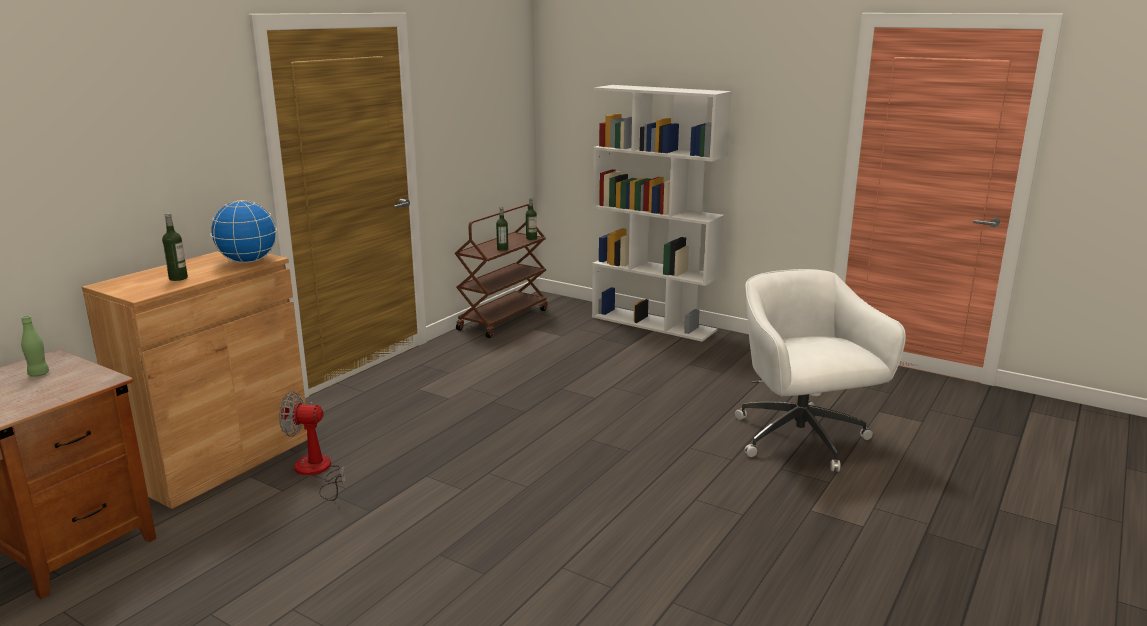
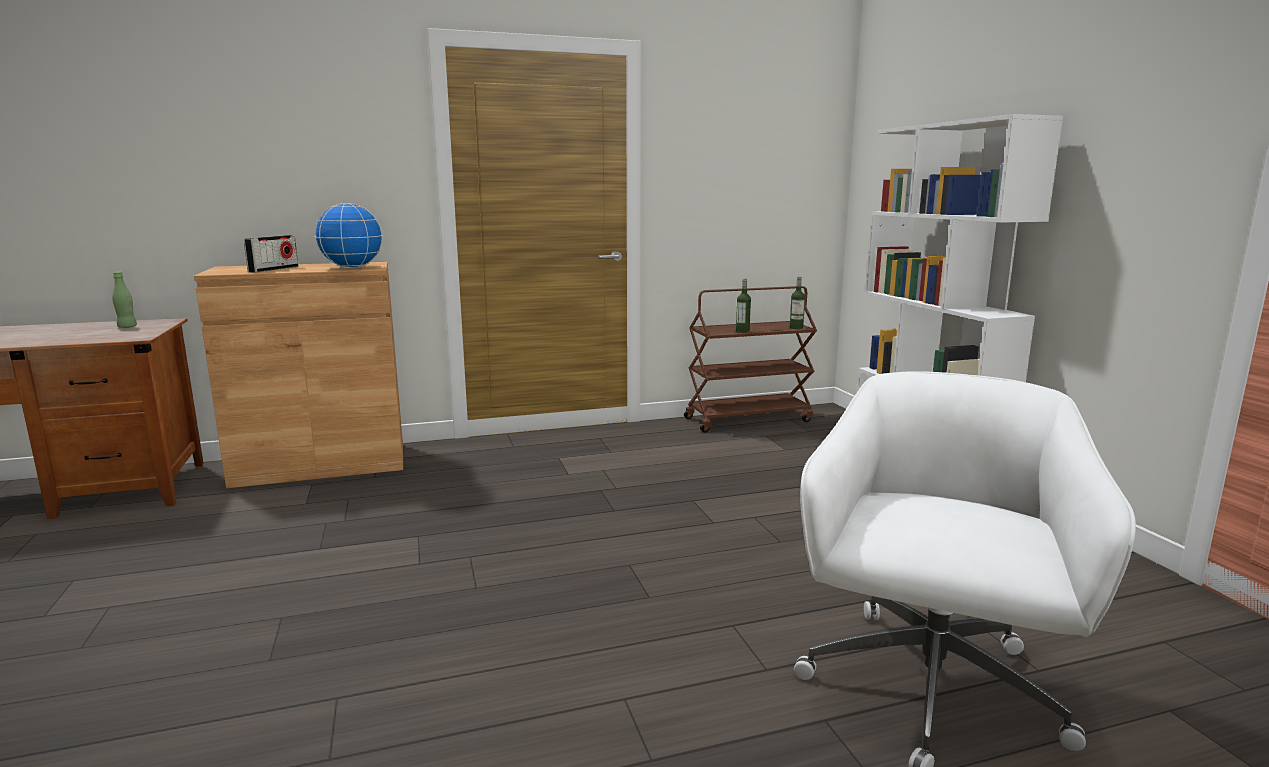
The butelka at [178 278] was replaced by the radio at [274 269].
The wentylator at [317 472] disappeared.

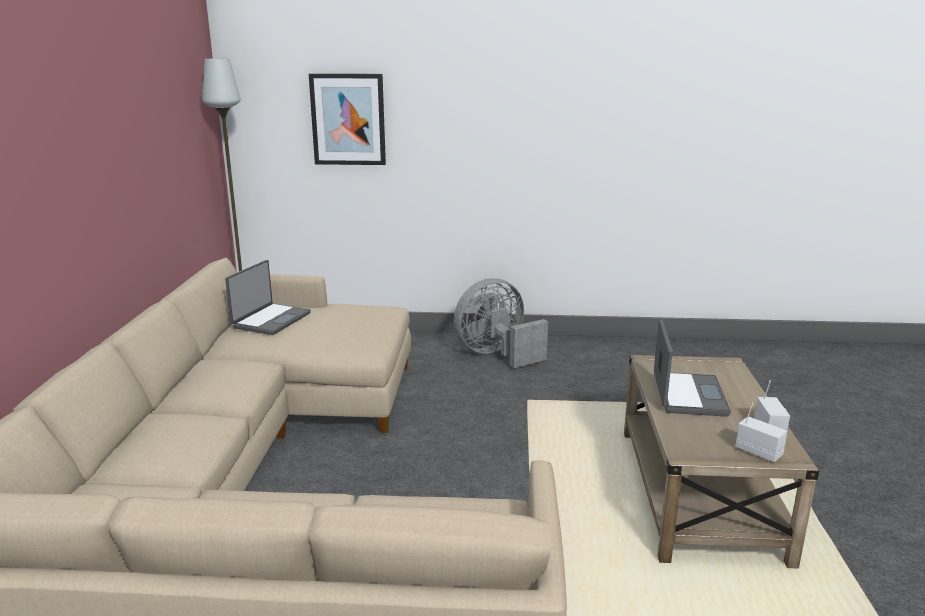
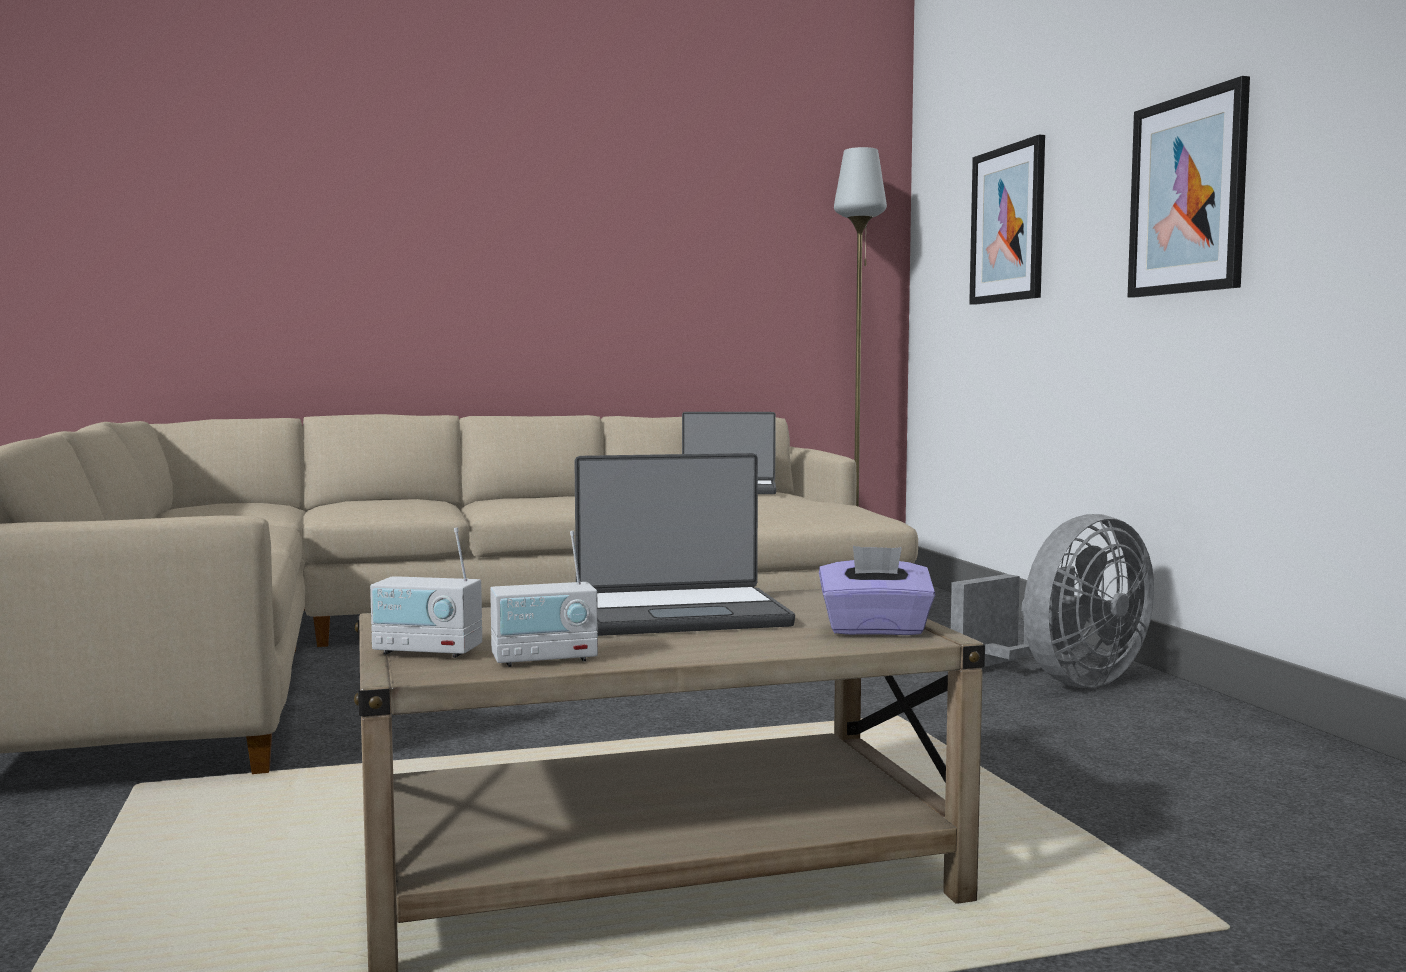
The wentylator (szary) at [497 354] turned 105 degrees clockwise.
The radio at [758 452] turned 75 degrees clockwise.
The pudełko chusteczek (fioletowy) at [875 630] appeared.
The obraz at [1188 194] appeared.

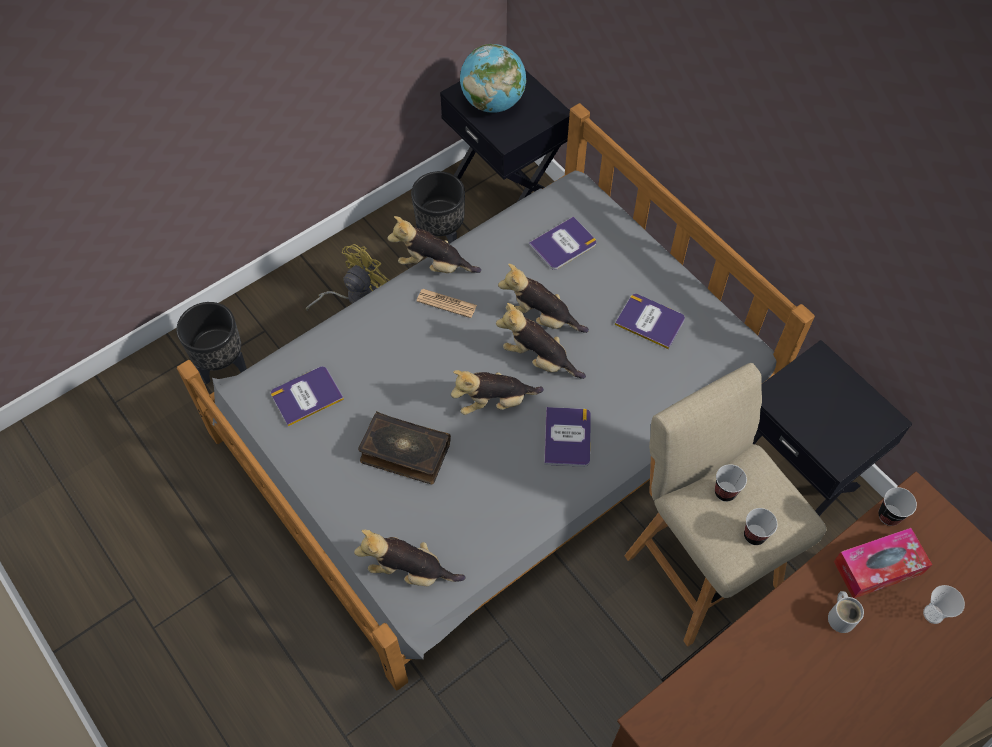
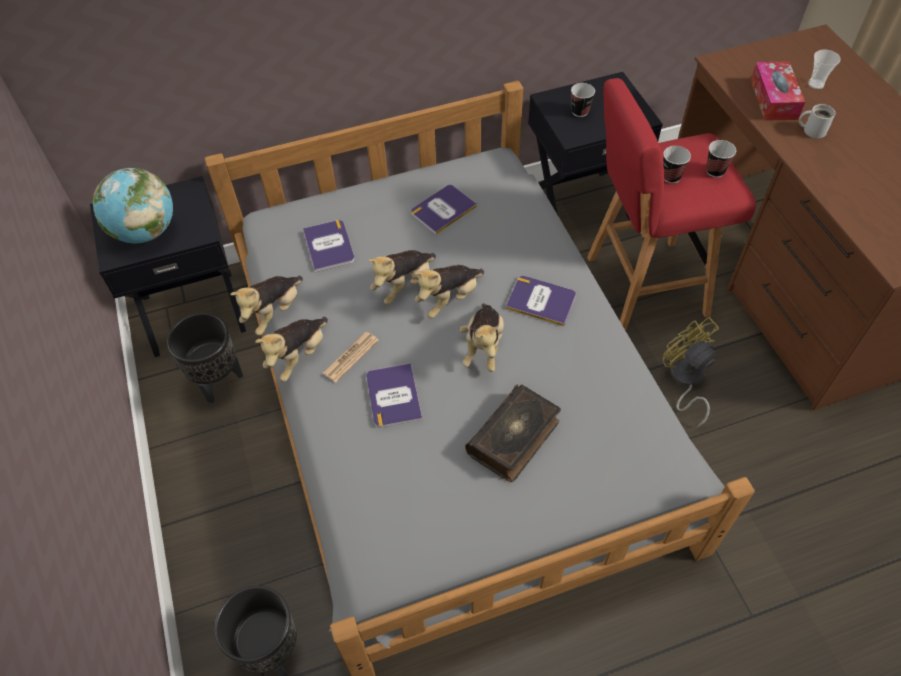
The książka moved from [306 396] to [393 396].
The wentylator (żółty) moved from [356 296] to [685 380].
The pluszak moved from [410 570] to [274 312].
The stołek (beżowy) at [699 566] became the stołek (czerwony) at [642 286].
The filiżanka moved from [889 516] to [580 111].

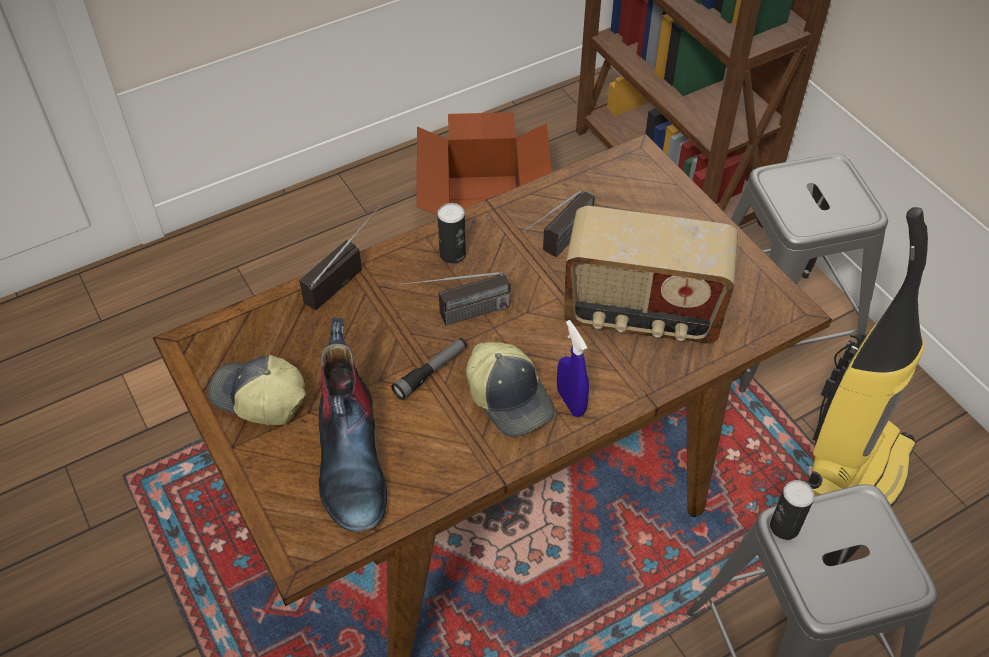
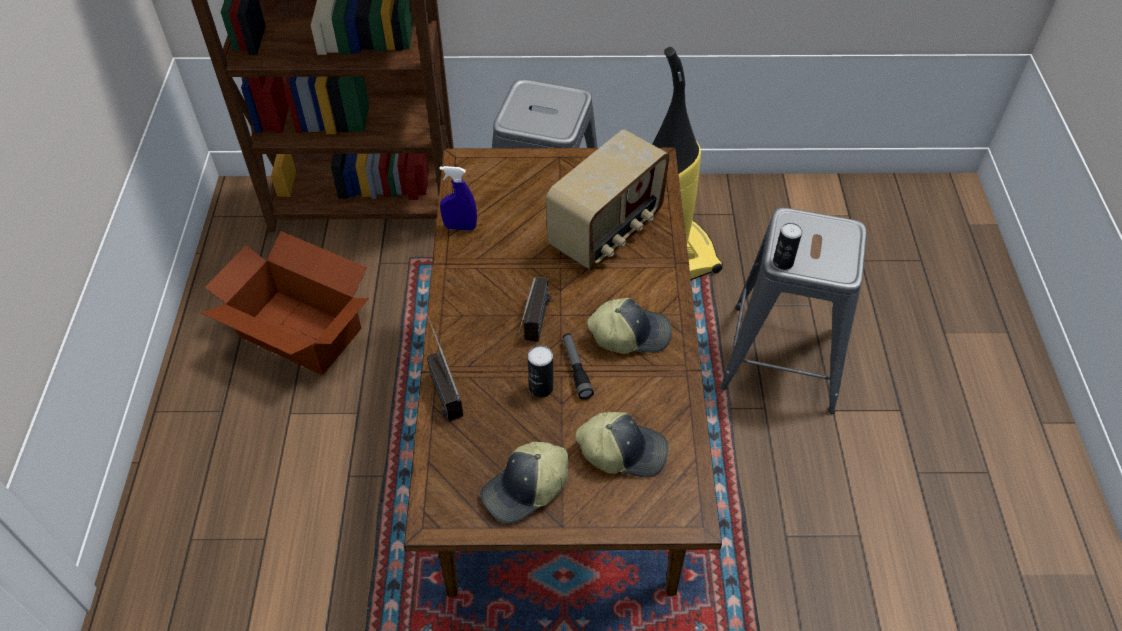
The but z cholewką at [351 458] was replaced by the czapka z daszkiem at [623 451].
The puszka moved from [452 254] to [541 388].
The radio at [559 246] disappeared.
The spryskiwacz (niebieski) moved from [570 402] to [460 227].

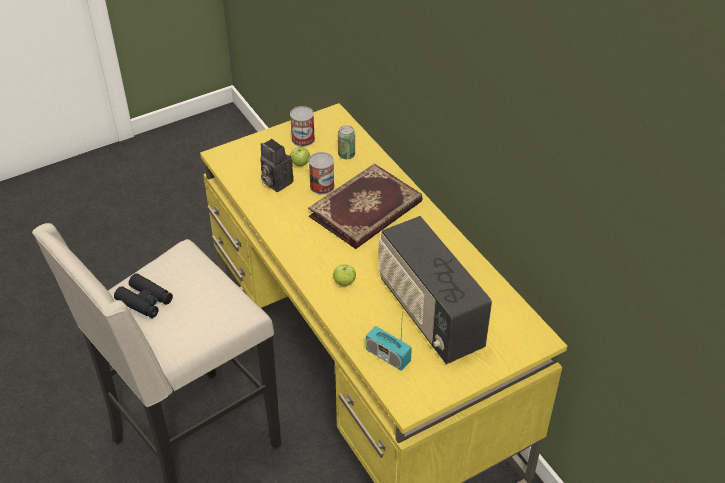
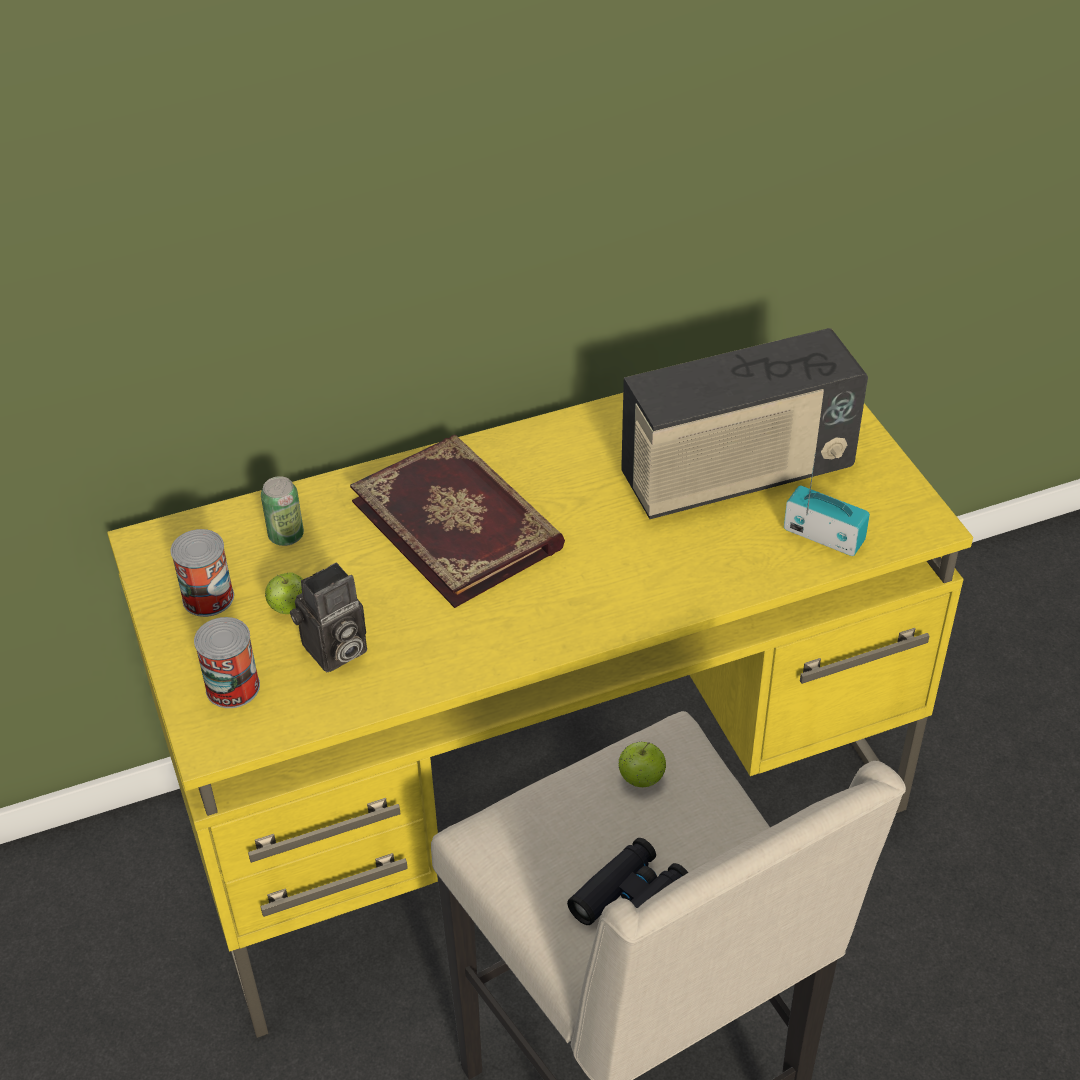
The puszka moved from [322 186] to [233 687].
The jabłko moved from [344 282] to [641 778].
The radio at [388 356] turned 105 degrees counterclockwise.

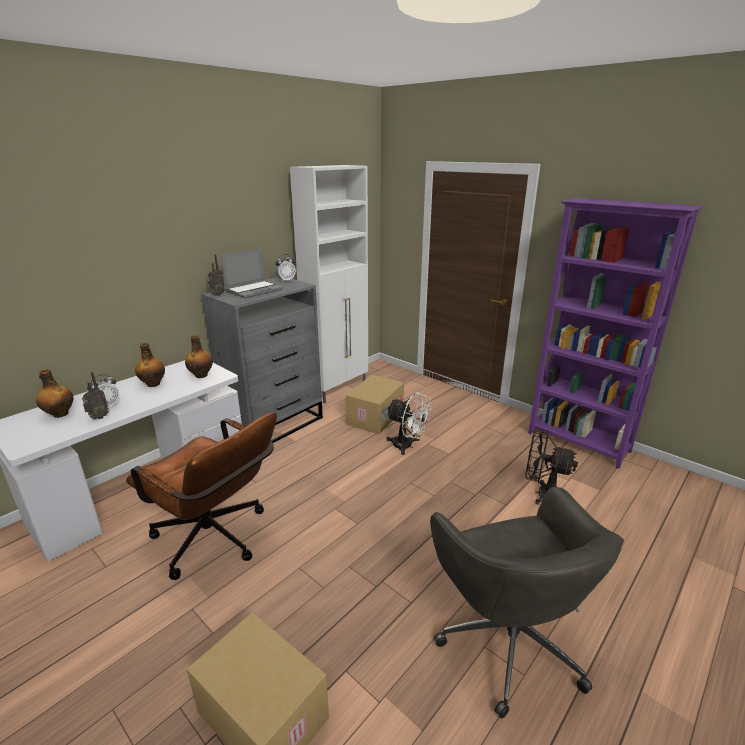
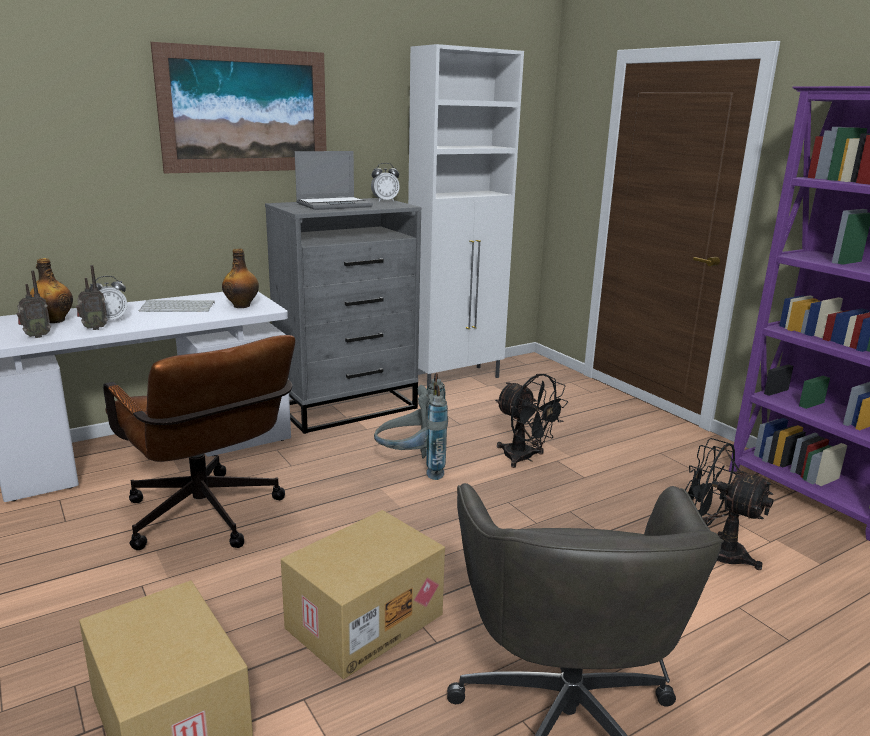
The butelka at [153 384] was replaced by the klawiatura at [178 307].
The radio moved from [216 295] to [36 336].
The karton moved from [374 417] to [364 619].
The wentylator (biały) at [407 446] became the wentylator (czarny) at [524 458].
The obraz at [245 111] appeared.
The plecak (szary) at [412 467] appeared.

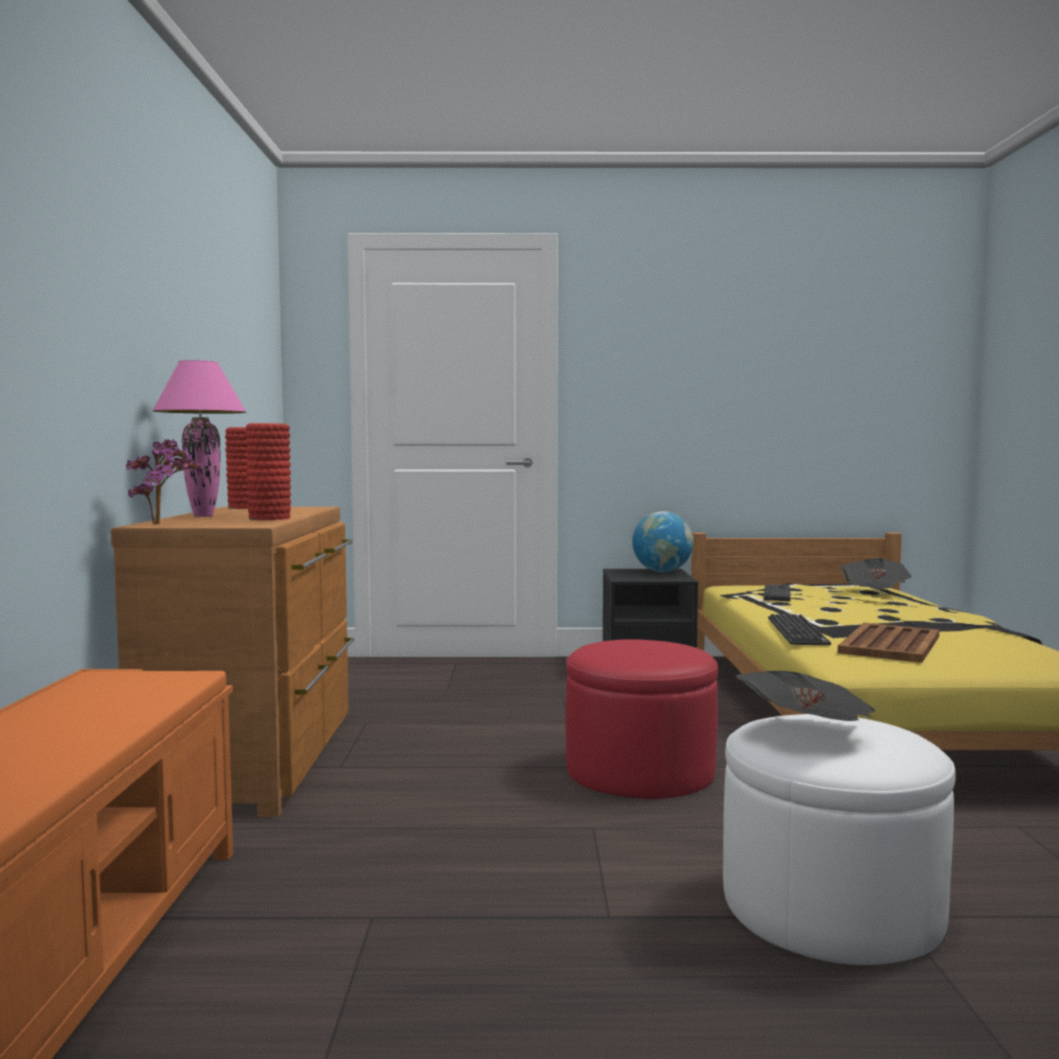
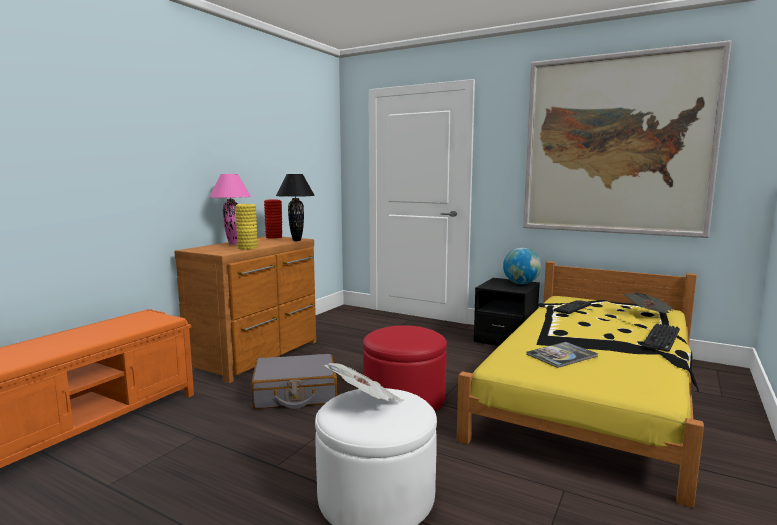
The roślina doniczkowa at [163 524] disappeared.
The wazon (czerwony) at [270 518] became the wazon (żółty) at [247 248].
The klawiatura moved from [797 631] to [661 338].
The taca (brązowy) at [891 644] was replaced by the książka at [561 355].
The walizka (szary) at [295 394] appeared.
The lampa stołowa (czarny) at [296 240] appeared.
The obraz at [616 145] appeared.

